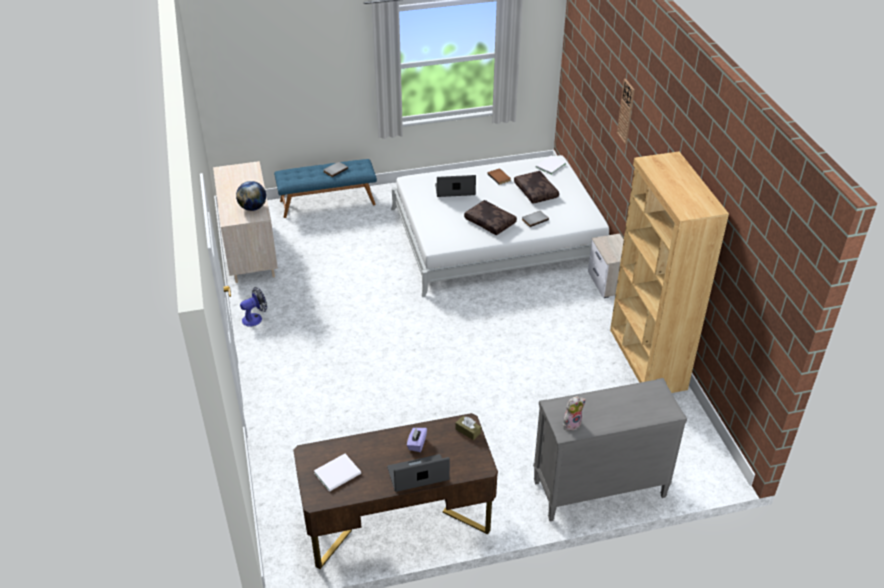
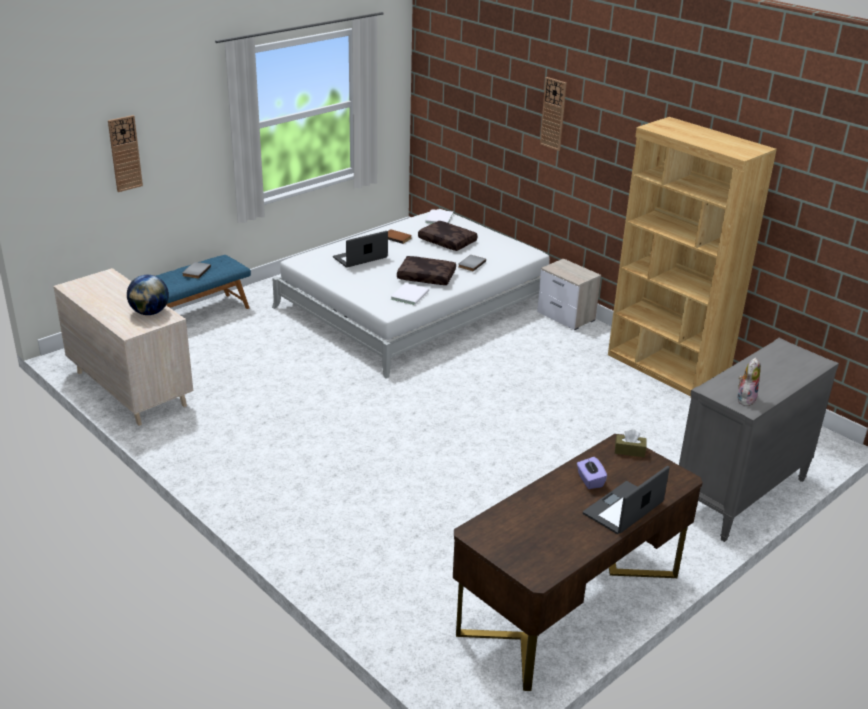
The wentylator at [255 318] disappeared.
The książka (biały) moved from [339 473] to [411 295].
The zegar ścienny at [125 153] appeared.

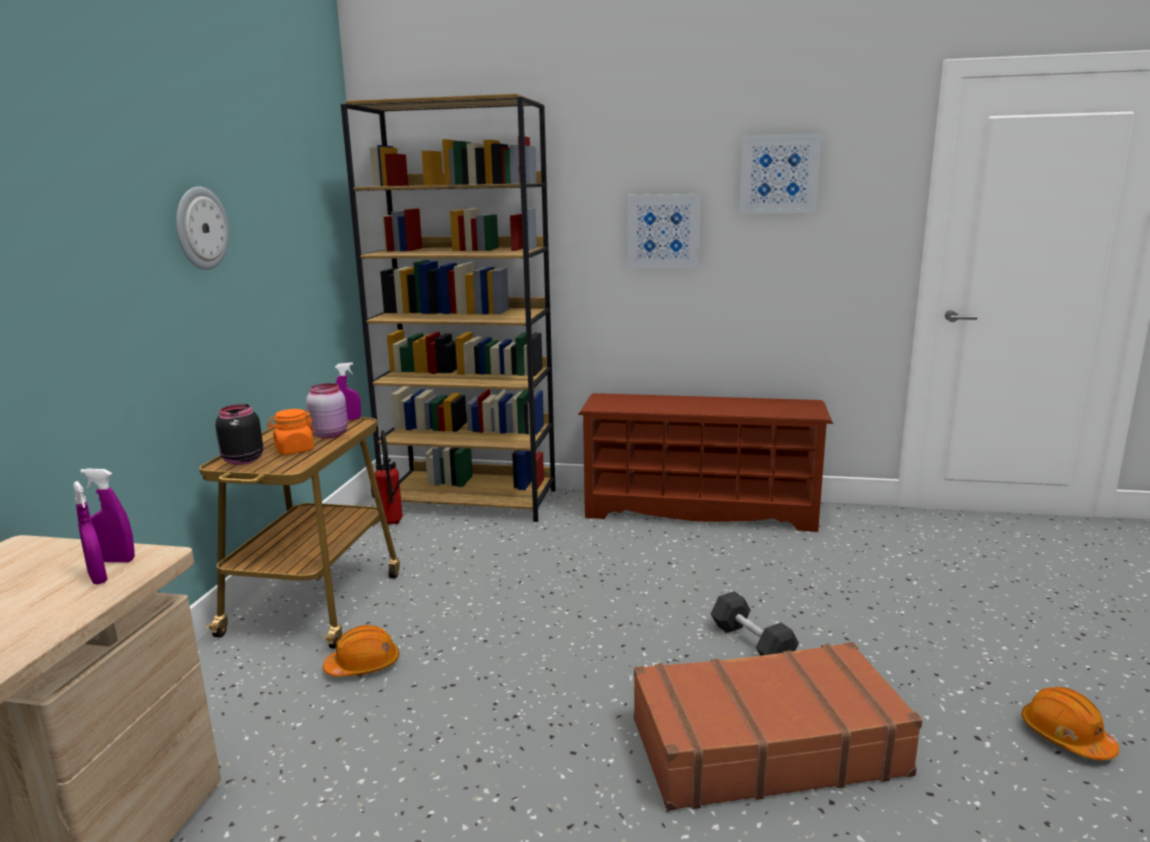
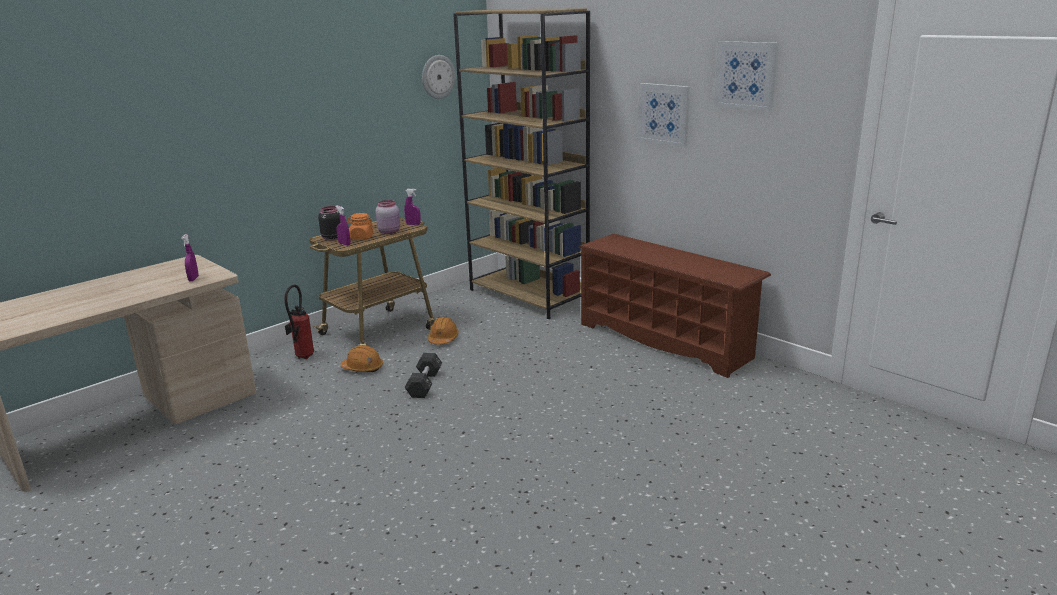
The spryskiwacz (fioletowy) moved from [115 560] to [344 244].
The zegar ścienny moved from [200 228] to [438 76].
The gaśnica moved from [390 524] to [302 357].
The walizka (brązowy) at [765 745] disappeared.
The hantel (czarny) moved from [752 643] to [424 384].
The kask (pomarańczowy) moved from [1065 737] to [443 339].

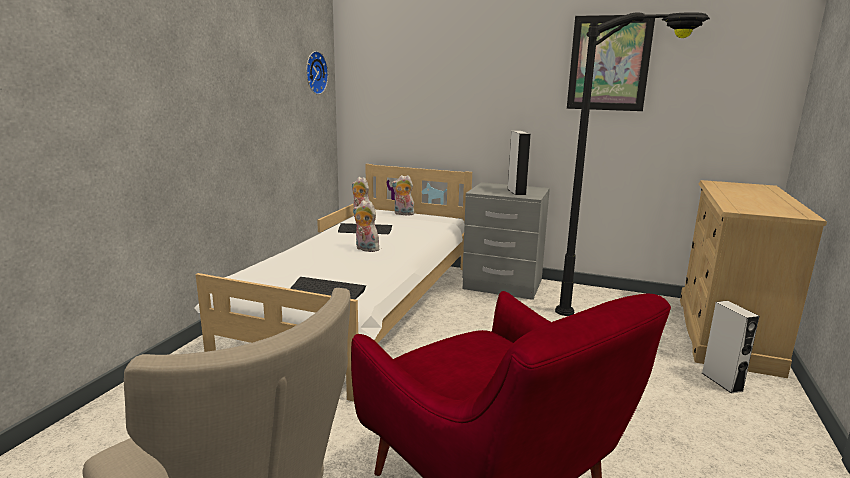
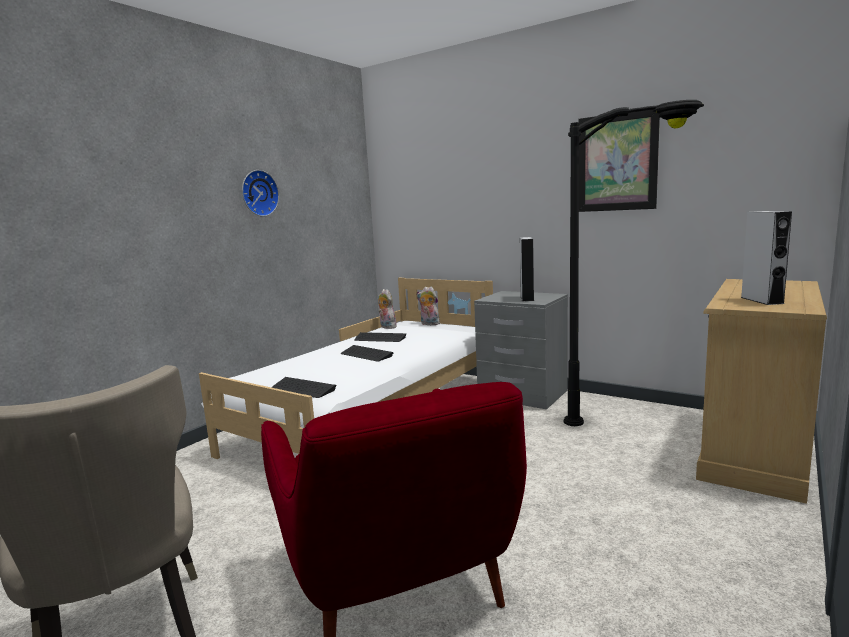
The zegar ścienny moved from [314 72] to [258 193].
The pluszak at [365 249] was replaced by the klawiatura at [366 354].
The głośnik (szary) moved from [722 381] to [761 300].

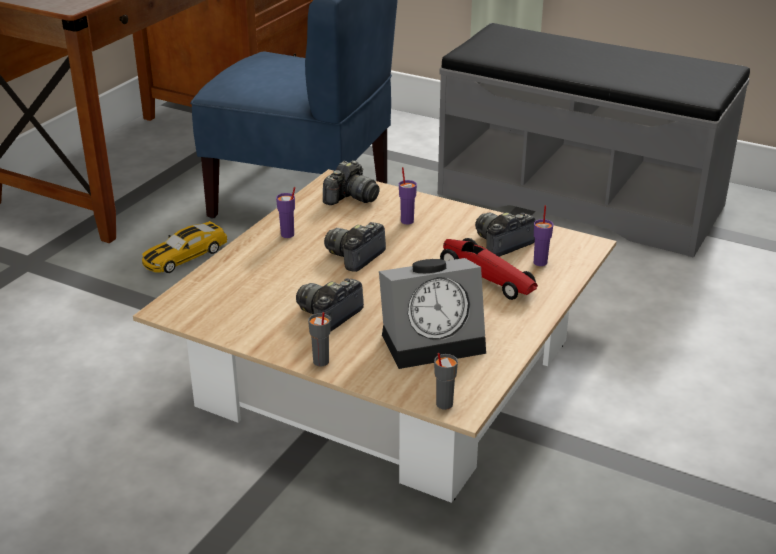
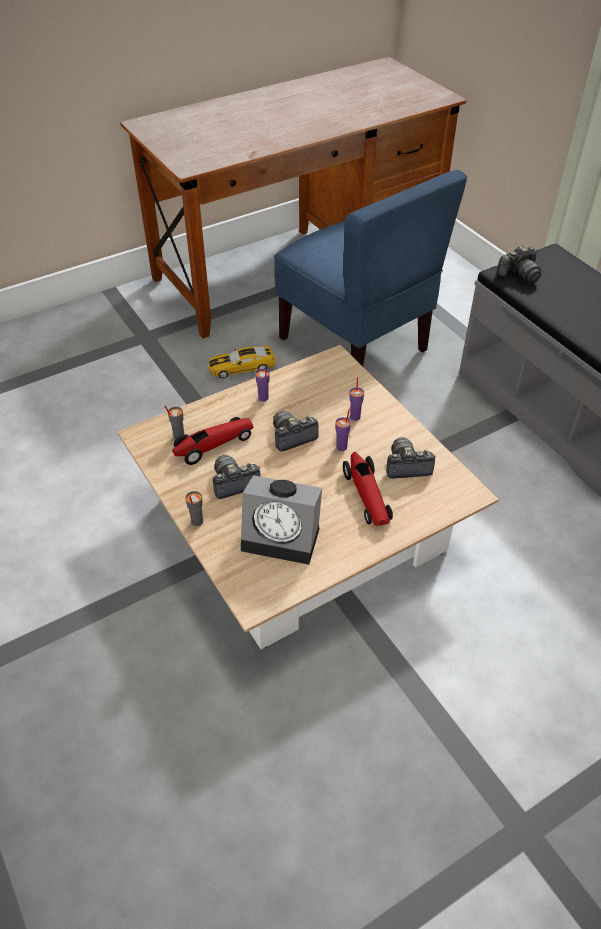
The aparat fotograficzny moved from [351 198] to [519 275].
The filiżanka (szary) moved from [443 404] to [178 436].
The filiżanka (fioletowy) moved from [540 262] to [342 447].
The samochodzik at [213 445] appeared.

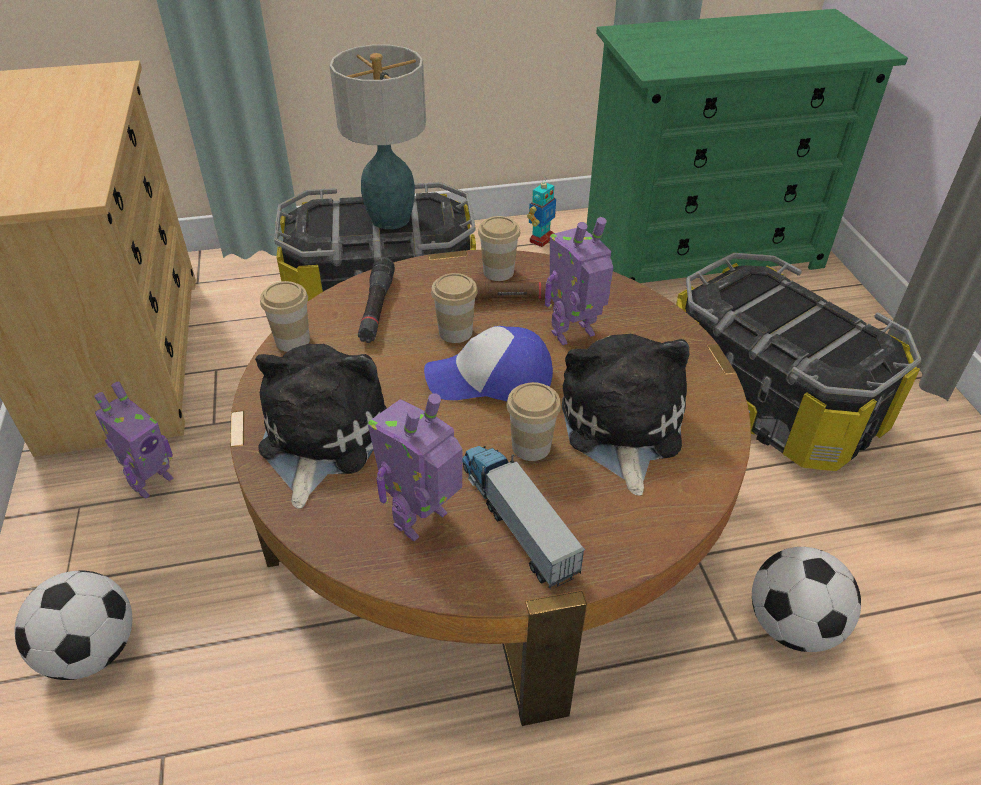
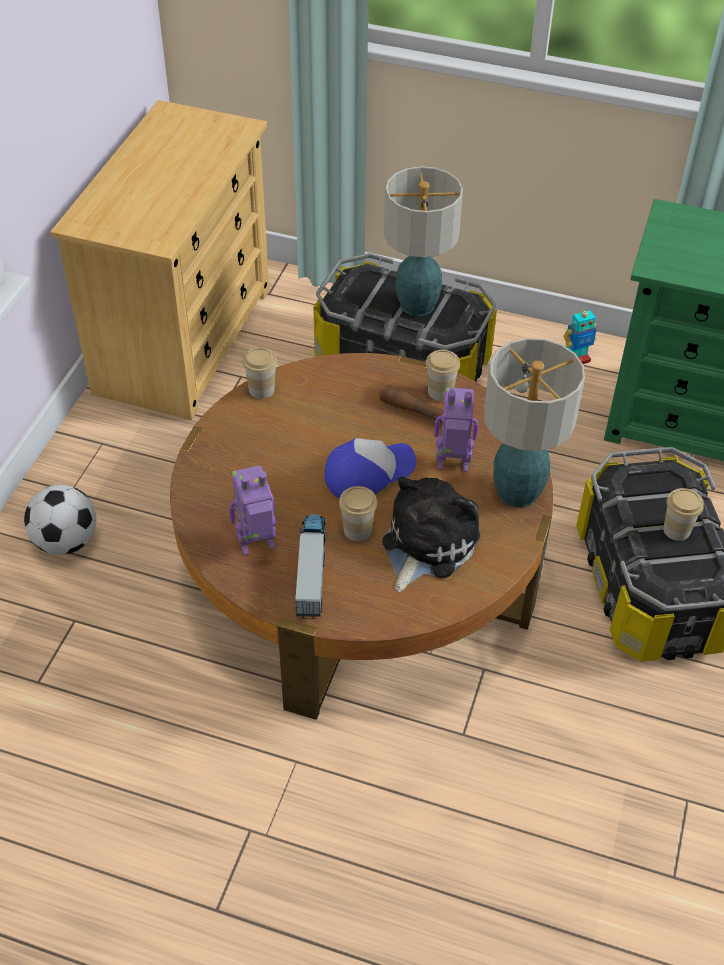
The robot zabawkowy at [151 482] disappeared.
The pluszak at [319 438] disappeared.
The latarka (czarny) at [376 308] disappeared.
The czapka z daszkiem at [490 379] turned 120 degrees clockwise.
The filiżanka moved from [455 332] to [676 530].
The piłka futbolowa at [792 625] disappeared.
The lampa stołowa at [516 492] appeared.

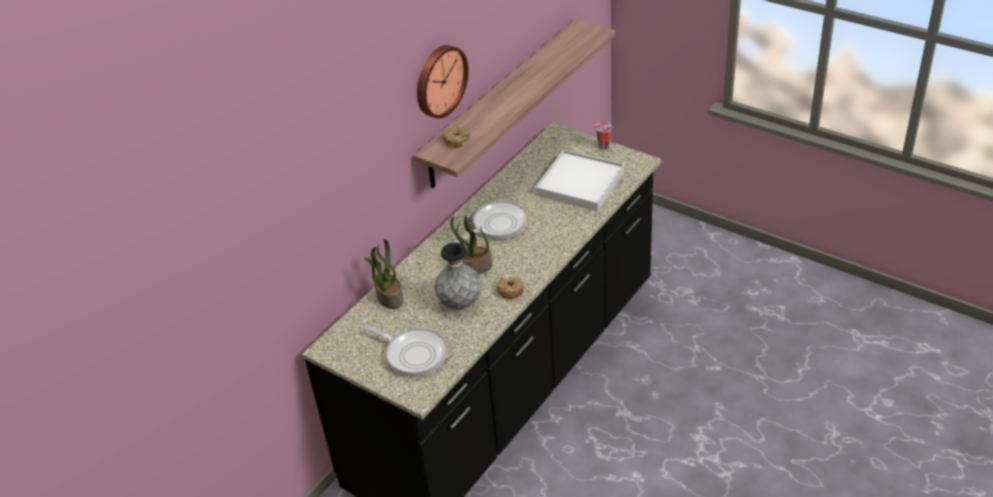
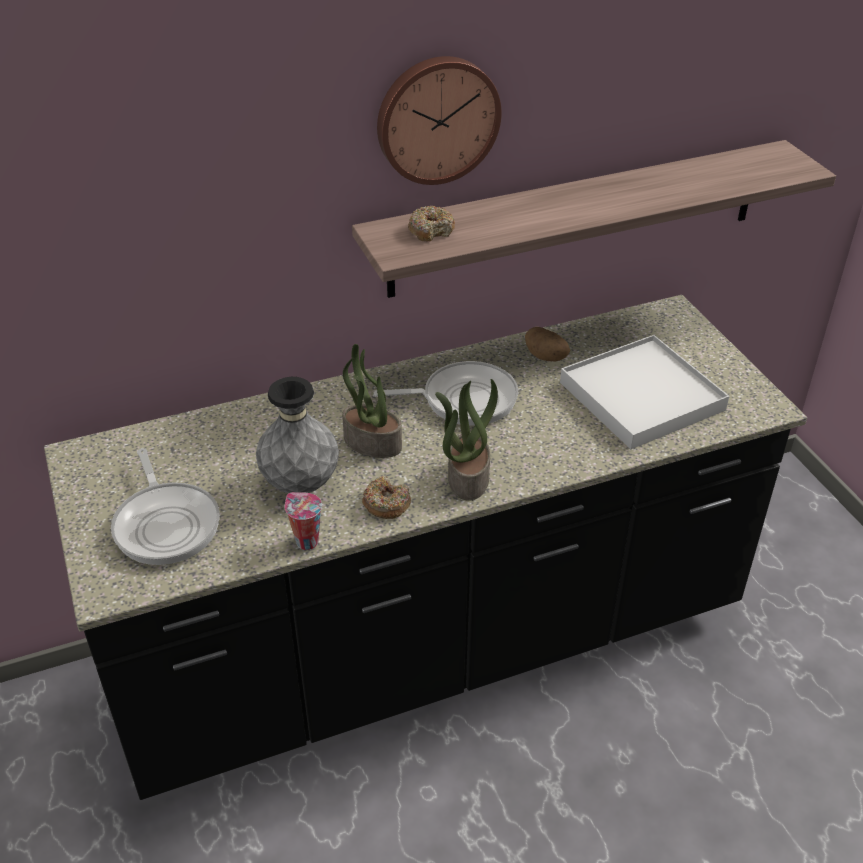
The roślina doniczkowa moved from [389 297] to [467 477].
The filiżanka moved from [602 147] to [305 541].
The ziemniak at [546 357] appeared.

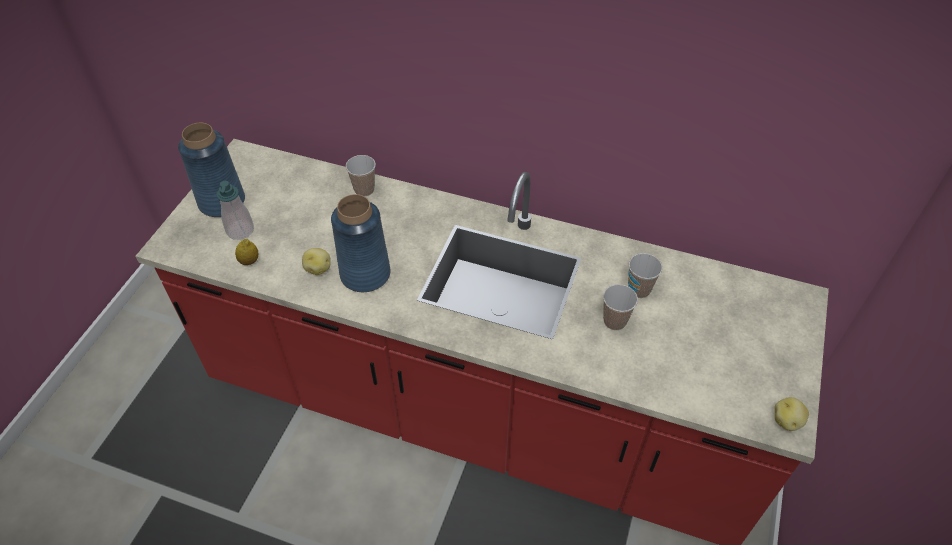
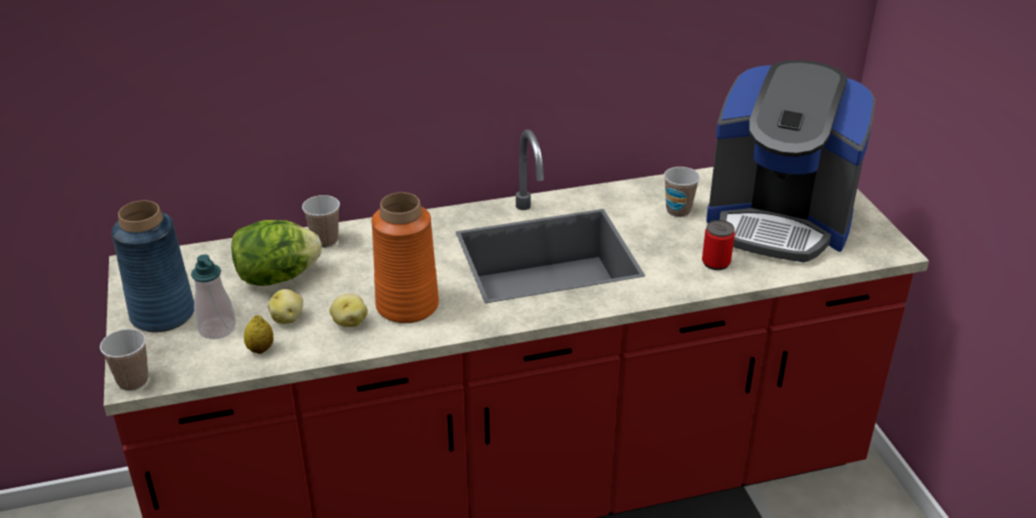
The wazon (niebieski) at [365 274] became the wazon (pomarańczowy) at [407 306].
The filiżanka moved from [614 321] to [133 381].
The ziemniak moved from [787 421] to [288 318].
The sałata at [277 277] appeared.
The puszka at [716 263] appeared.
The ekspres do kawy at [779 221] appeared.

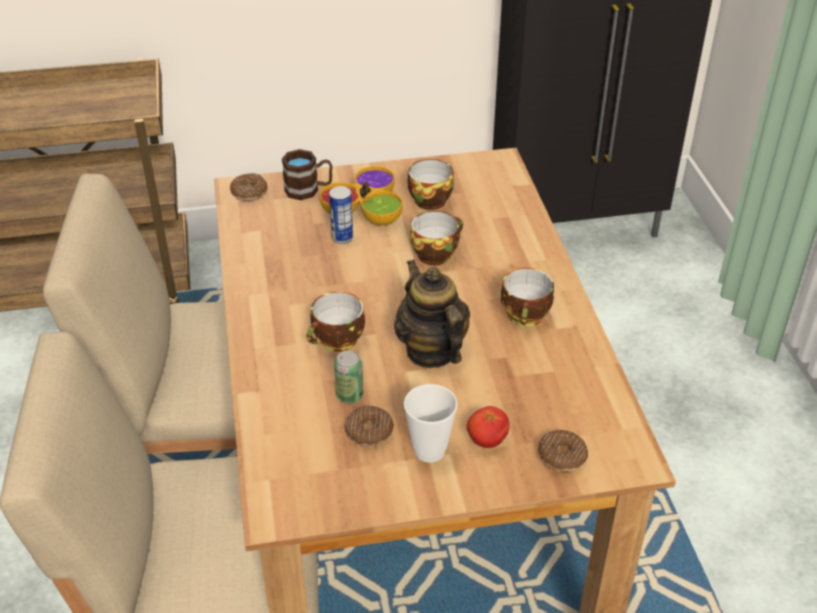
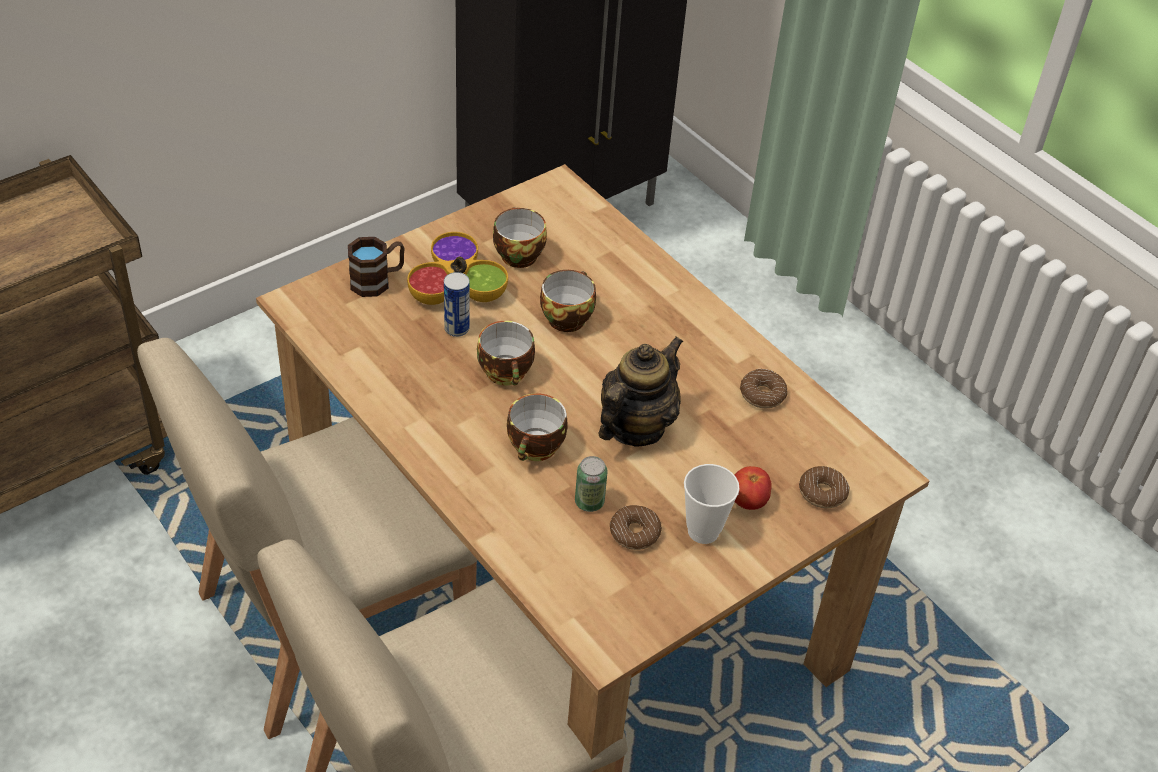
The donut moved from [249 192] to [762 394].
The imbryk at [431 351] turned 90 degrees clockwise.
The filiżanka moved from [526 317] to [507 373].

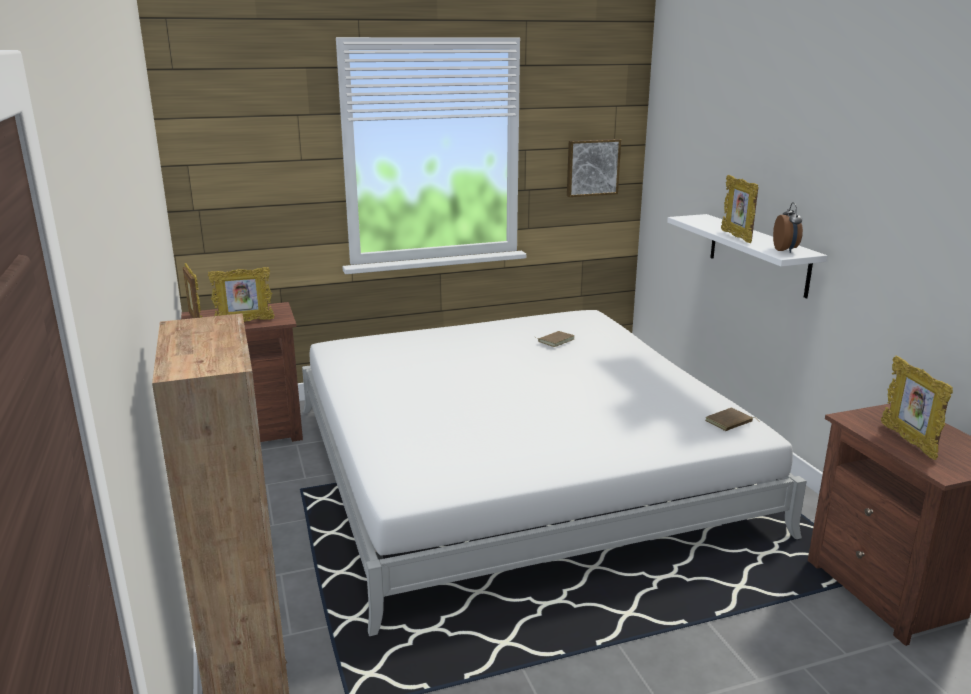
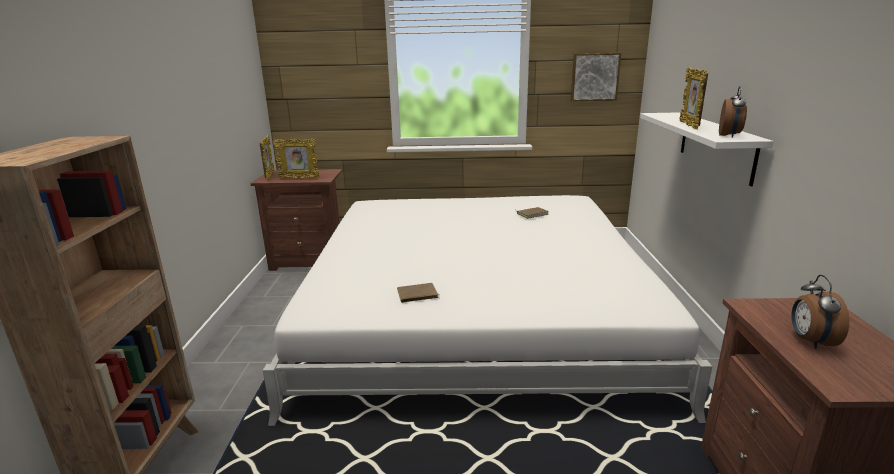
The książka (brązowy) moved from [729 422] to [417 296].
The ramka na zdjęcie at [908 441] was replaced by the budzik at [810 341].

